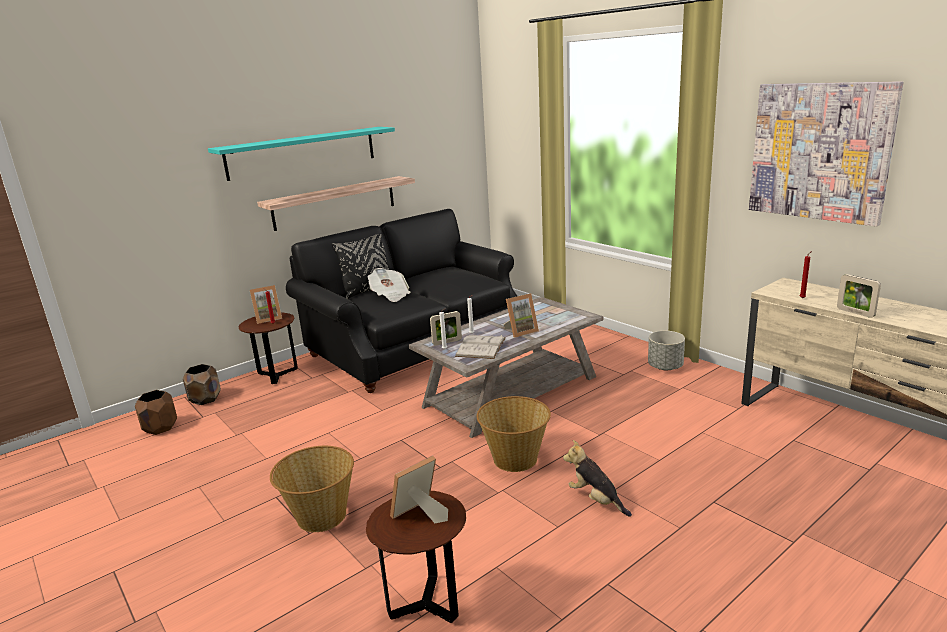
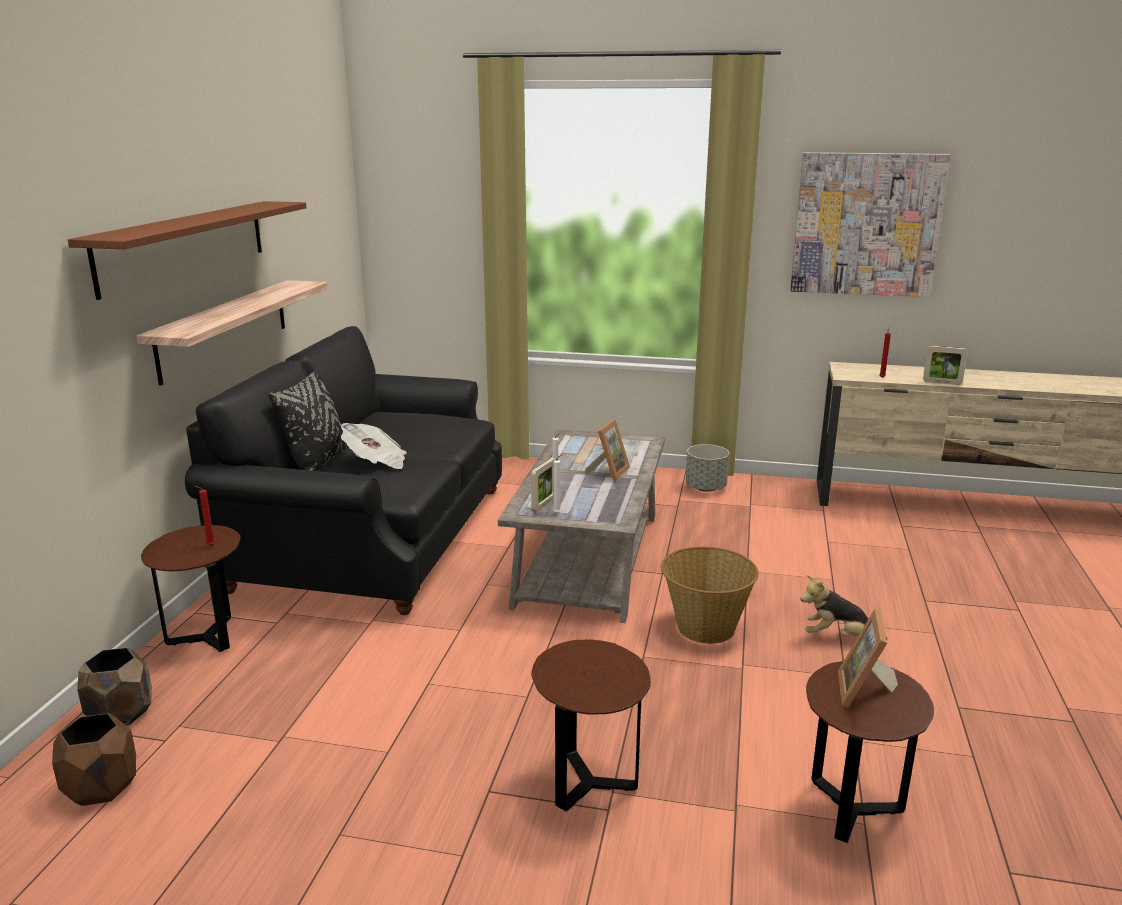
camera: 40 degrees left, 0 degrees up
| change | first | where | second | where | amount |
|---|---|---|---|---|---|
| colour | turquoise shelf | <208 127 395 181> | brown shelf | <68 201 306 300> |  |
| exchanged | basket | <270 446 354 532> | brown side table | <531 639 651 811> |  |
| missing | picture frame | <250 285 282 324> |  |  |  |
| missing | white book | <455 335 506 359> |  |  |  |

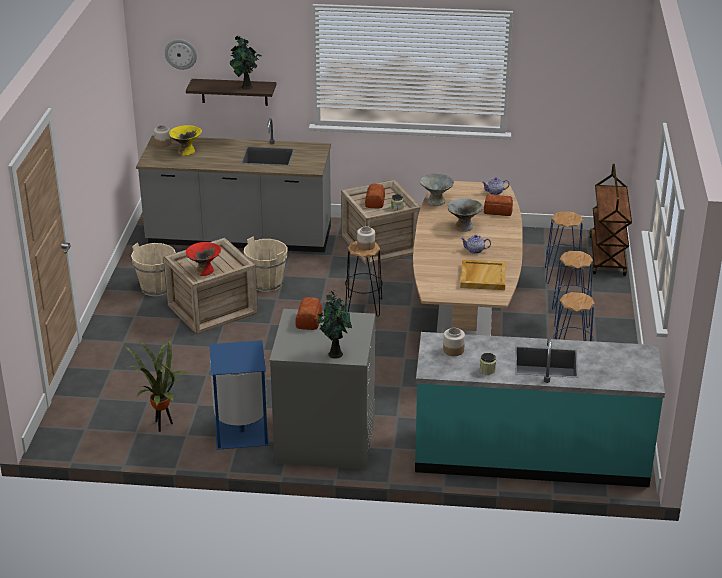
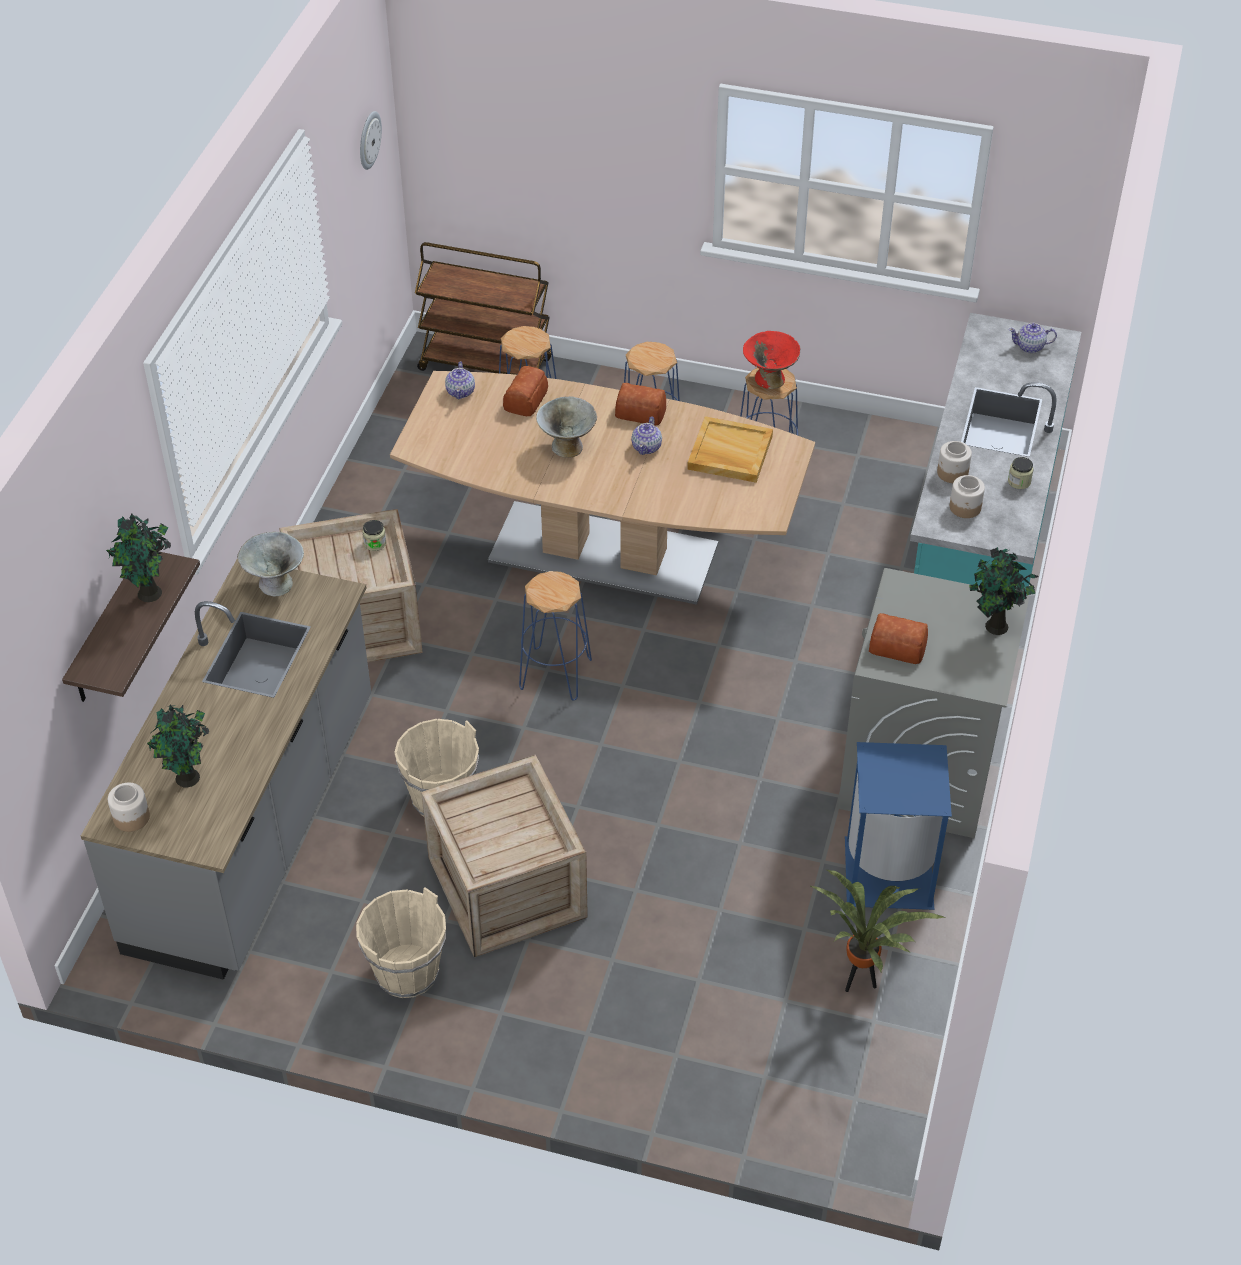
camera: 80 degrees left, 15 degrees up
| change | first | where | second | where | amount |
|---|---|---|---|---|---|
| exchanged | yellow bowl | <169 125 202 156> | potted plant | <147 704 209 788> |  |
| relocated | grey bowl | <420 174 454 206> |  | <237 532 304 597> |  |
| relocated | wall clock | <165 39 197 70> |  | <360 111 382 170> |  |
| colour | black stool | <345 241 383 317> | blue stool | <519 571 592 701> |  |
| relocated | bread | <365 184 385 208> |  | <615 383 666 426> |  |
| relocated | red bowl | <186 242 221 276> |  | <743 331 800 389> |  |
| relocated | jar | <357 226 375 250> |  | <937 441 972 483> |  |
| appeared |  |  | teapot | <1008 323 1057 353> |  |

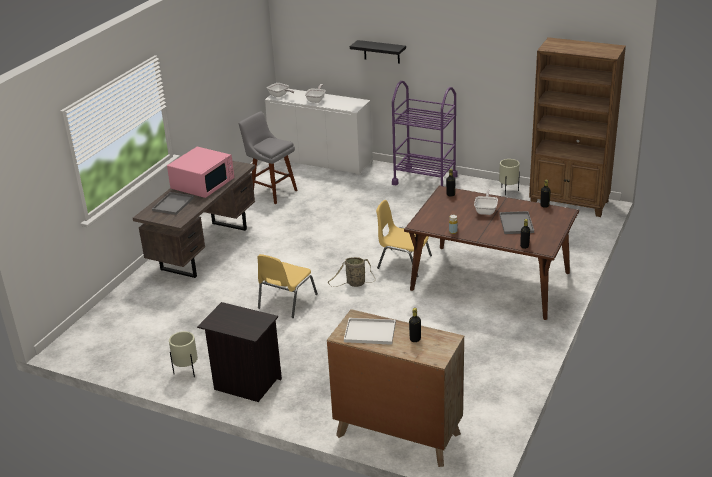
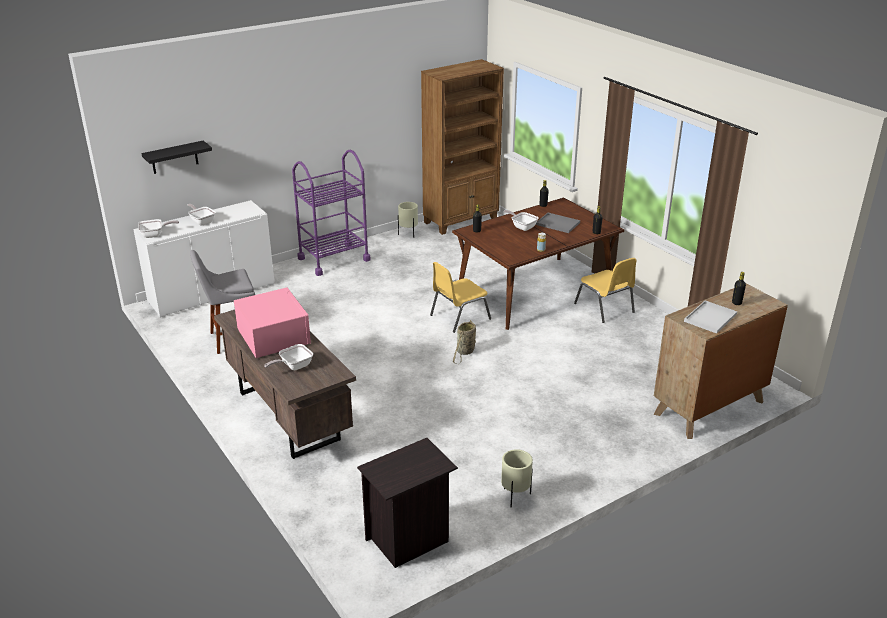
camera: 60 degrees left, 0 degrees up
| change | first | where | second | where | amount |
|---|---|---|---|---|---|
| relocated | black shelf | <350 40 406 64> |  | <142 141 212 174> |  |
| exchanged | grey tray | <152 192 194 215> | frying pan | <264 344 313 370> |  |
| relocated | black nightstand | <197 302 282 402> |  | <357 438 458 568> |  |
| relocated | yellow chair | <257 254 318 318> |  | <574 258 637 323> |  |

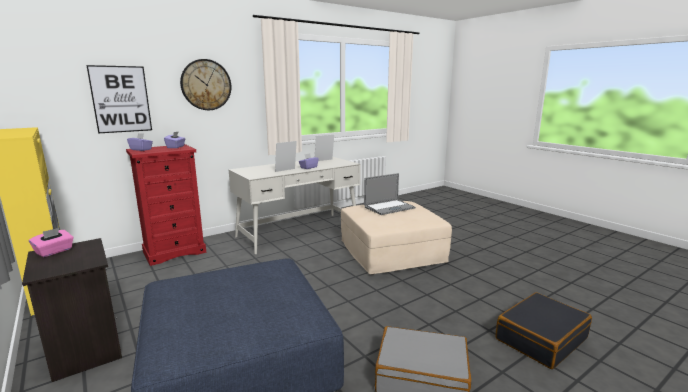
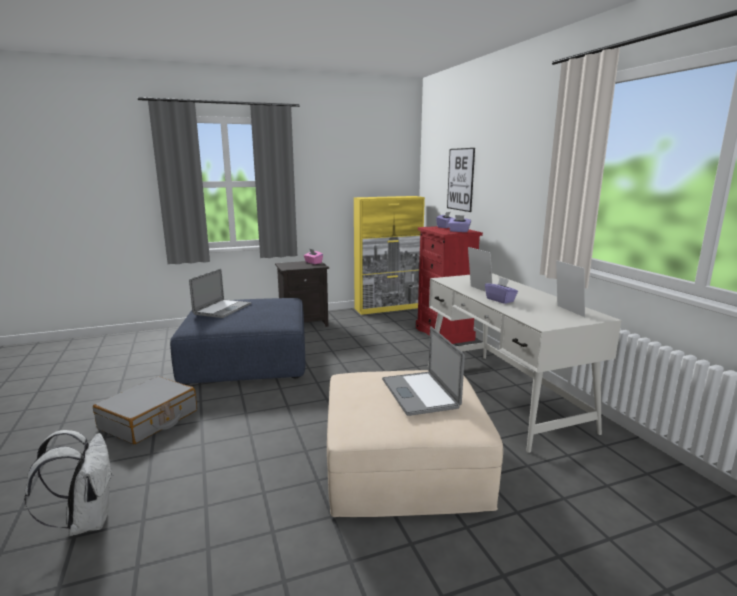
camera: 105 degrees right, 0 degrees up
| change | first | where | second | where | amount |
|---|---|---|---|---|---|
| exchanged | black suitcase | <496 292 592 369> | white backpack | <24 430 112 536> |  |
| appeared |  |  | laptop | <189 269 251 318> |  |
| missing | wall clock | <180 59 232 110> |  |  |  |

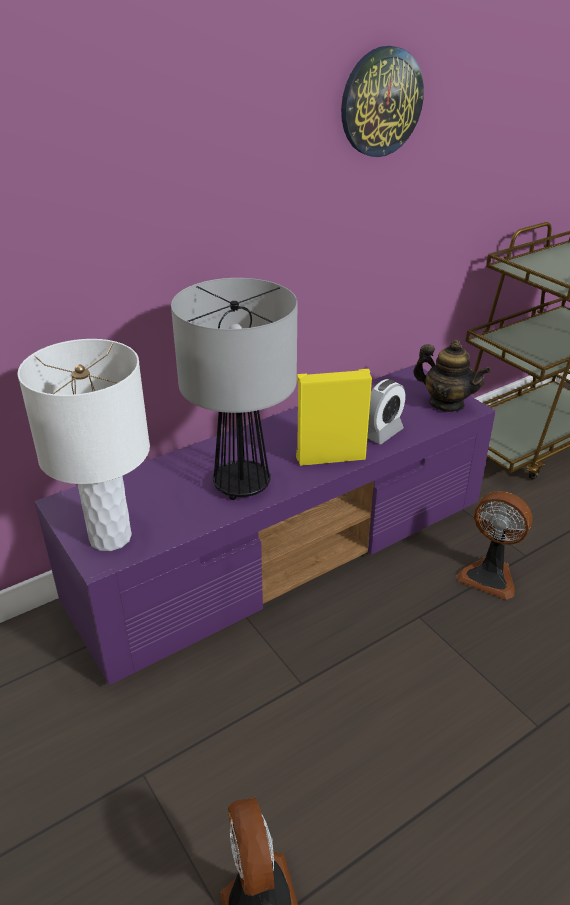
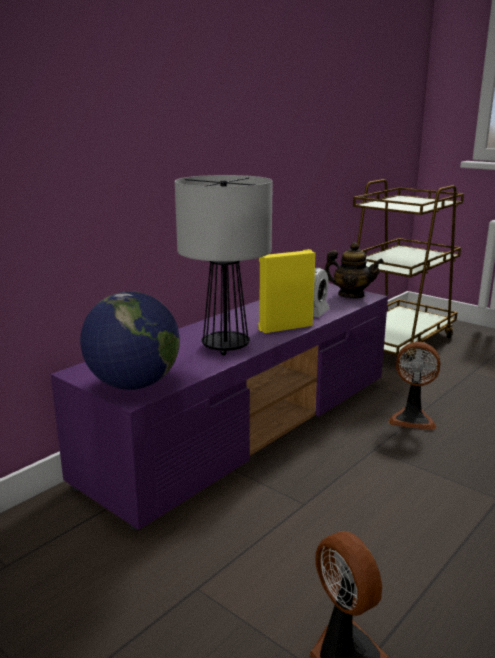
camera: 15 degrees left, 15 degrees down
| change | first | where | second | where | amount |
|---|---|---|---|---|---|
| exchanged | white table lamp | <17 339 150 551> | globe | <80 291 180 390> |  |
| missing | wall clock | <341 46 424 157> |  |  |  |

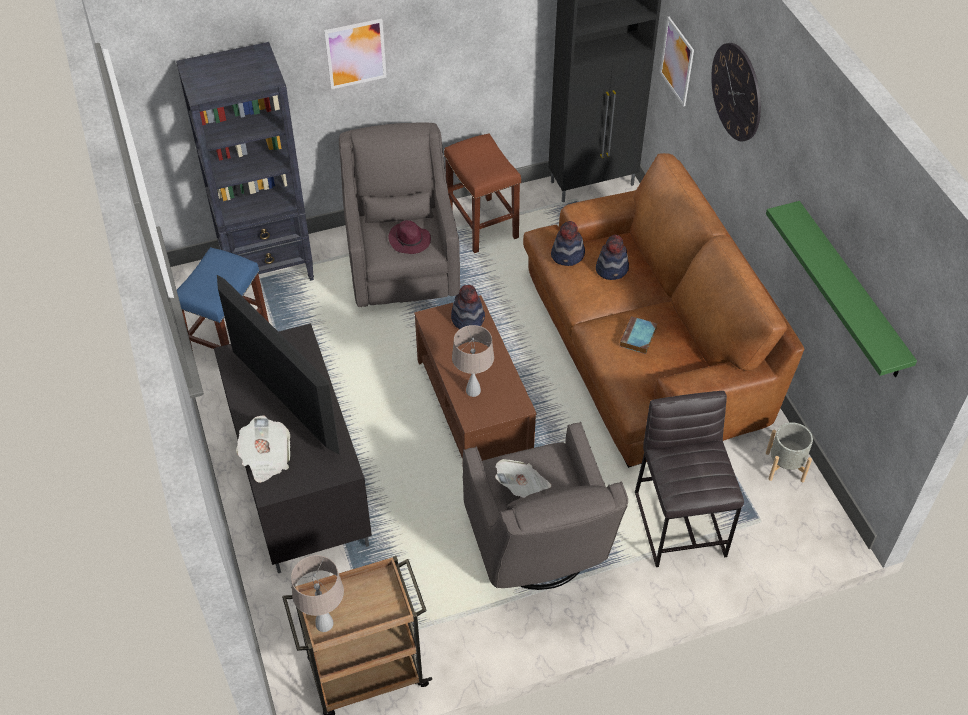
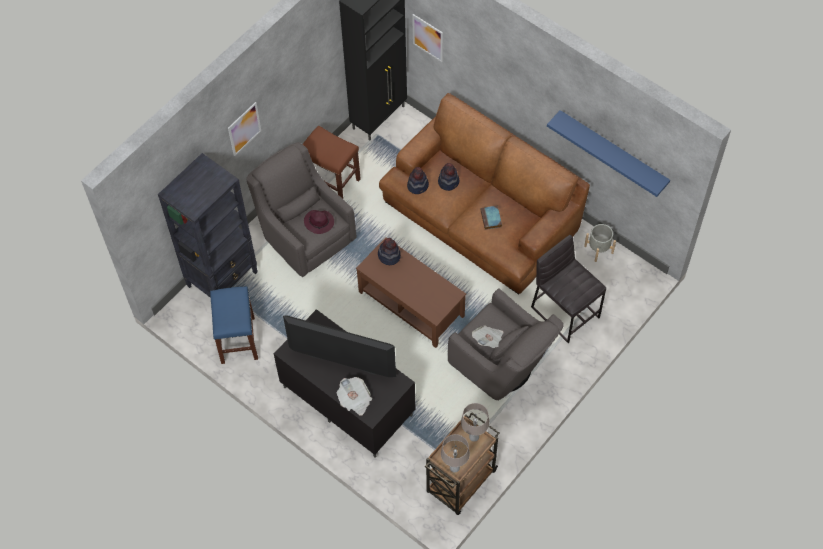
camera: 30 degrees left, 10 degrees up
| change | first | where | second | where | amount |
|---|---|---|---|---|---|
| relocated | beige table lamp | <452 325 494 397> |  | <461 403 489 442> |  |
| colour | green shelf | <766 201 917 377> | blue shelf | <547 110 670 197> |  |
| missing | wall clock | <711 43 761 141> |  |  |  |

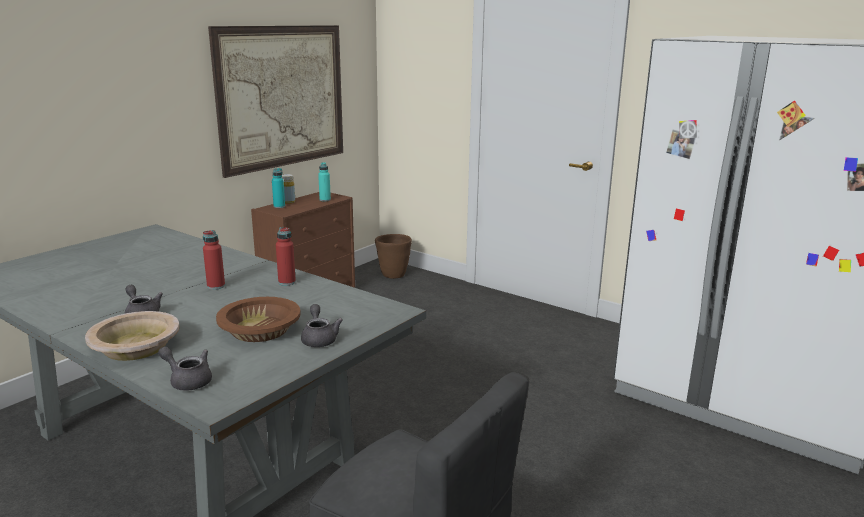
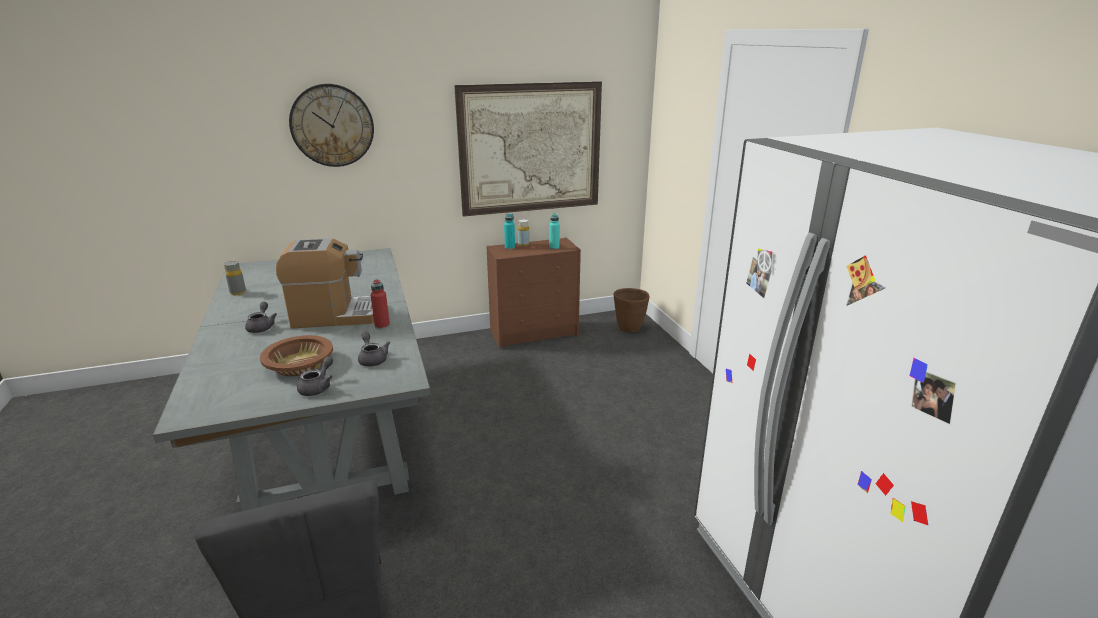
camera: 35 degrees right, 5 degrees up
| change | first | where | second | where | amount |
|---|---|---|---|---|---|
| appeared |  |  | grey bottle | <224 261 246 295> |  |
| exchanged | red bottle | <203 230 225 290> | coffee machine | <276 238 374 328> |  |
| appeared |  |  | wall clock | <289 84 374 167> |  |
| relocated | grey teapot | <158 346 212 390> |  | <358 332 390 367> |  |
| missing | beige bowl | <85 311 180 361> |  |  |  |

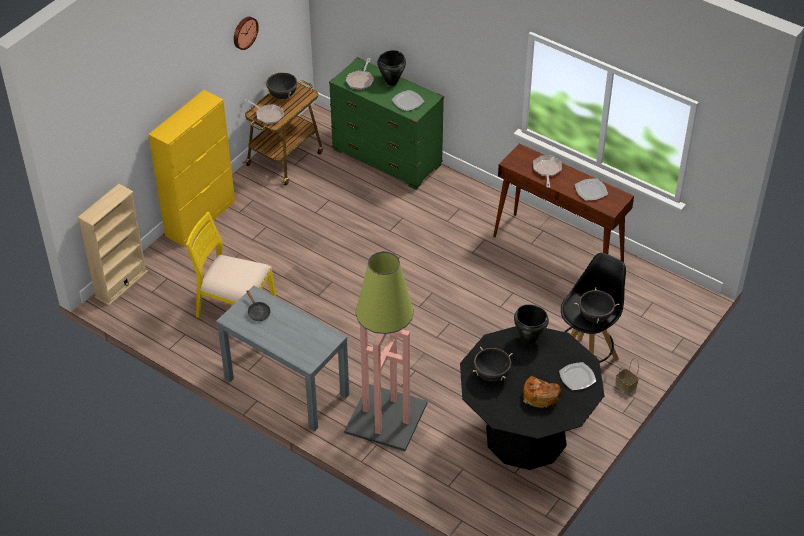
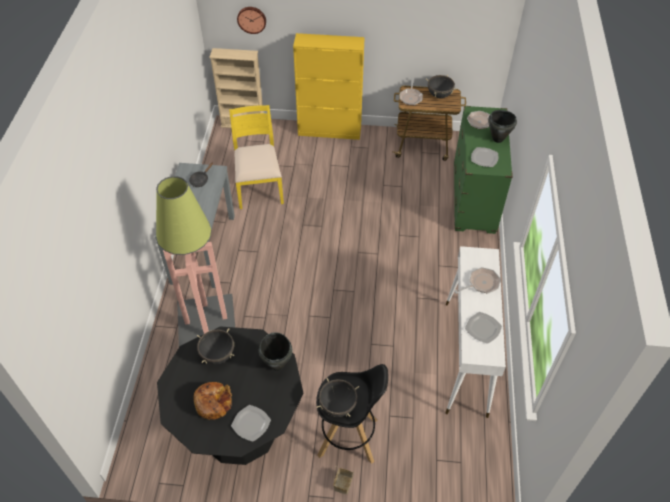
camera: 60 degrees right, 5 degrees up
| change | first | where | second | where | amount |
|---|---|---|---|---|---|
| relocated | wall clock | <234 17 259 50> |  | <237 7 266 34> |  |
| colour | brown console table | <493 143 634 262> | white console table | <445 246 506 418> |  |

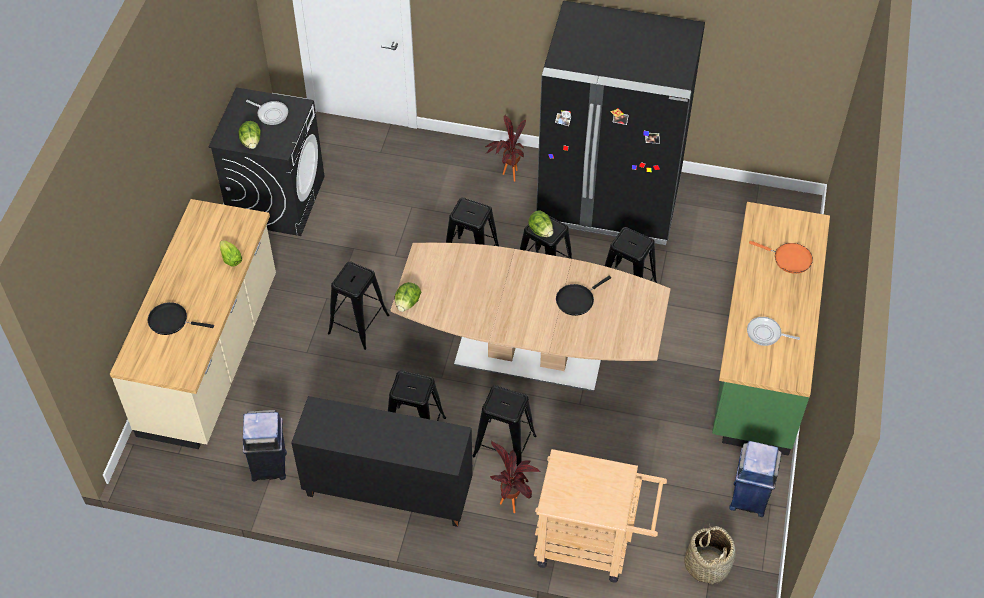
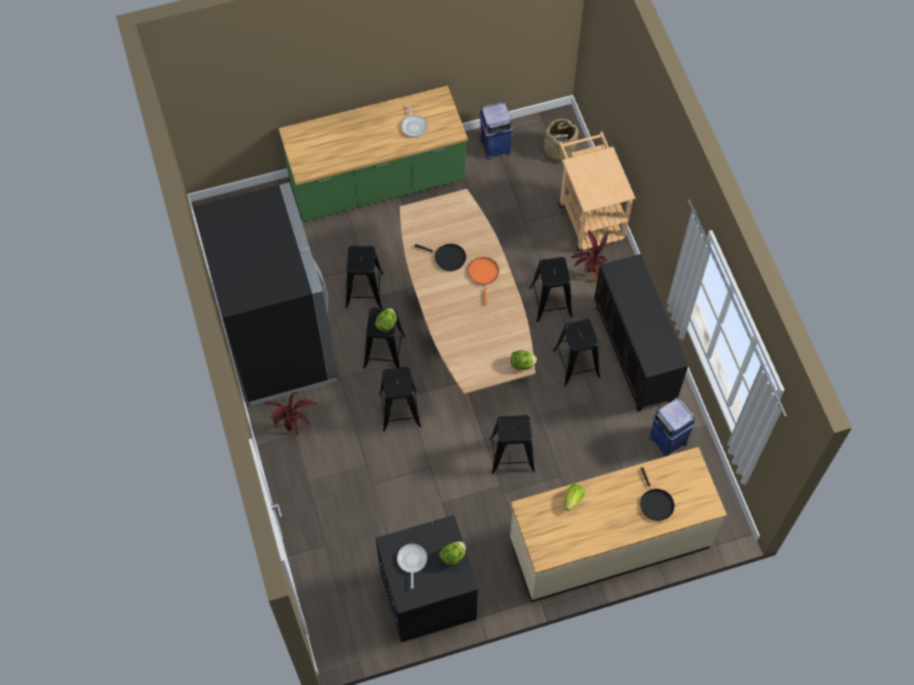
camera: 120 degrees left, 10 degrees up
| change | first | where | second | where | amount |
|---|---|---|---|---|---|
| relocated | orange frying pan | <749 241 813 274> |  | <468 257 499 305> |  |

